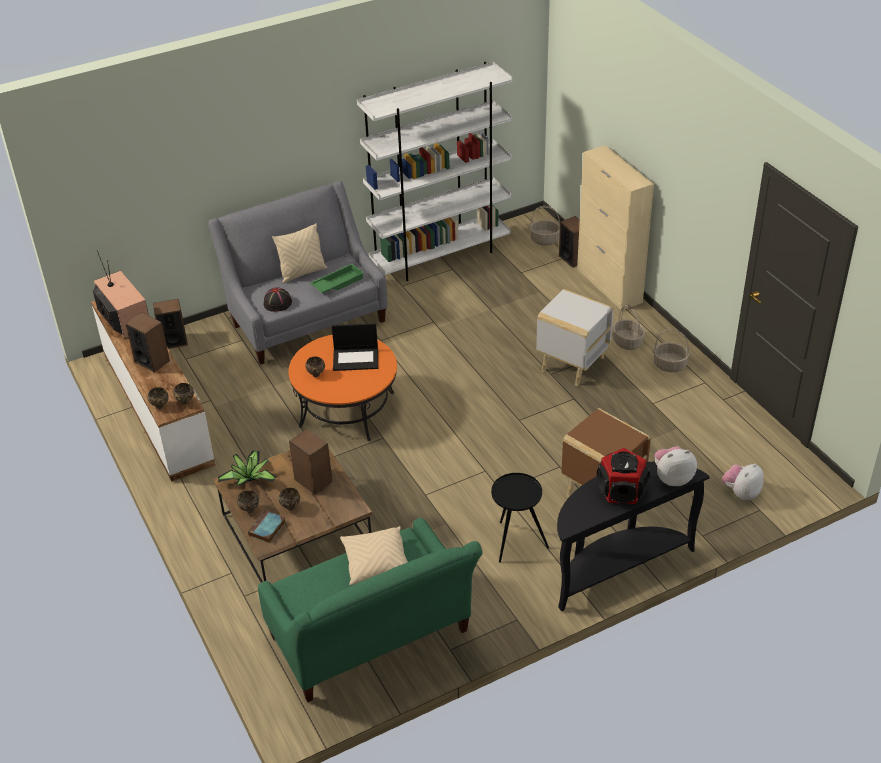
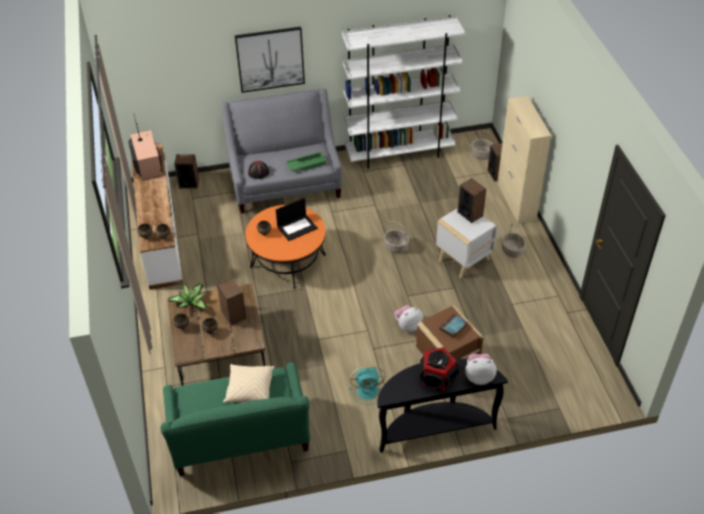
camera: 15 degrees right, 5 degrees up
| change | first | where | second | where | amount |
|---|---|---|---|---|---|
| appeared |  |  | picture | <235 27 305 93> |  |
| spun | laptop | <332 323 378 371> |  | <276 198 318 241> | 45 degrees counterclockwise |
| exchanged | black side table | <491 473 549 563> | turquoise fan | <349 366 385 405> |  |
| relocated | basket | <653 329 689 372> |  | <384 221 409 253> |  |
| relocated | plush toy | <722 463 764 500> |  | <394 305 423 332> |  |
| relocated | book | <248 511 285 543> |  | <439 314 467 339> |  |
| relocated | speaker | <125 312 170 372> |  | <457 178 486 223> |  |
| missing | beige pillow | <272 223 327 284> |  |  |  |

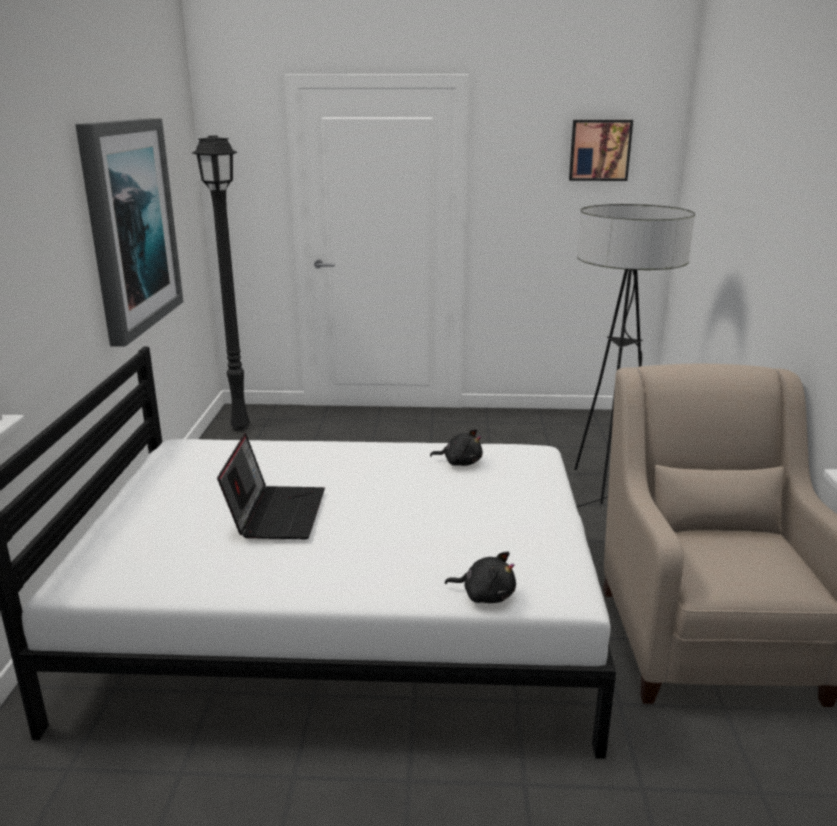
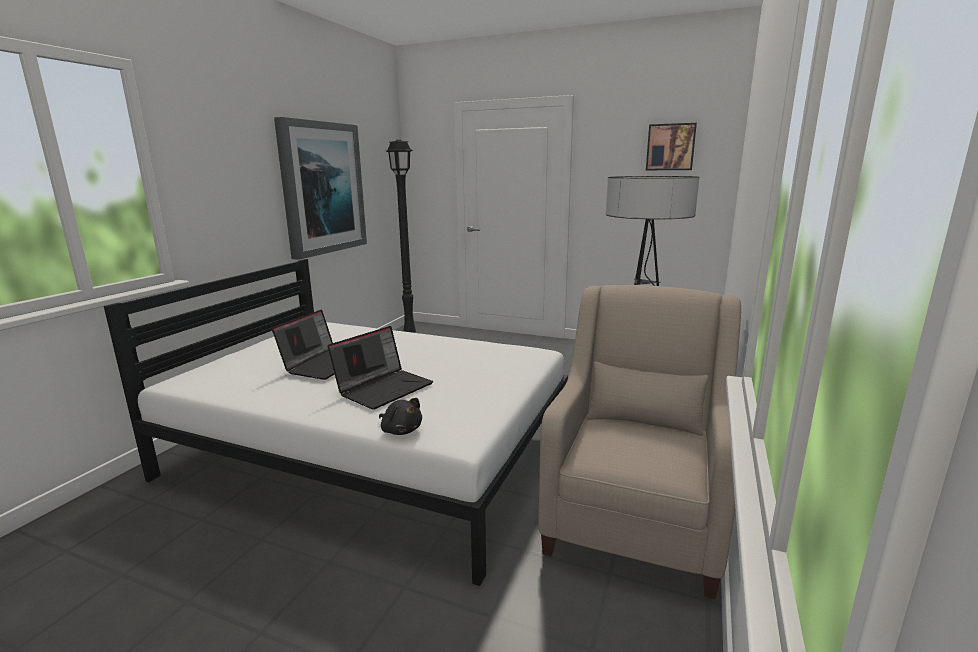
camera: 20 degrees right, 5 degrees down
| change | first | where | second | where | amount |
|---|---|---|---|---|---|
| appeared |  |  | laptop | <327 326 433 410> |  |
| missing | black plush toy | <430 429 483 466> |  |  |  |

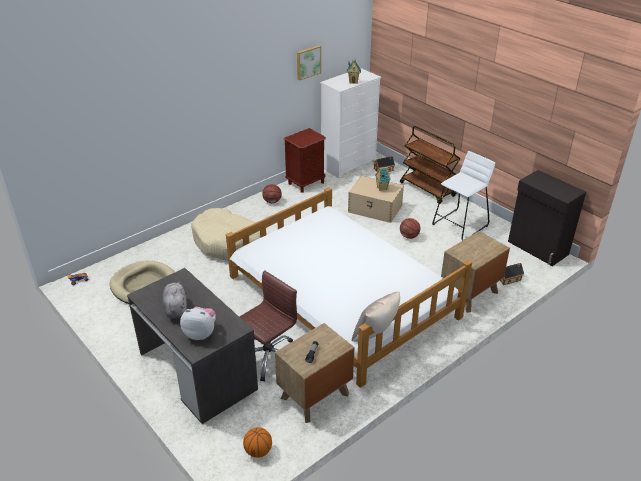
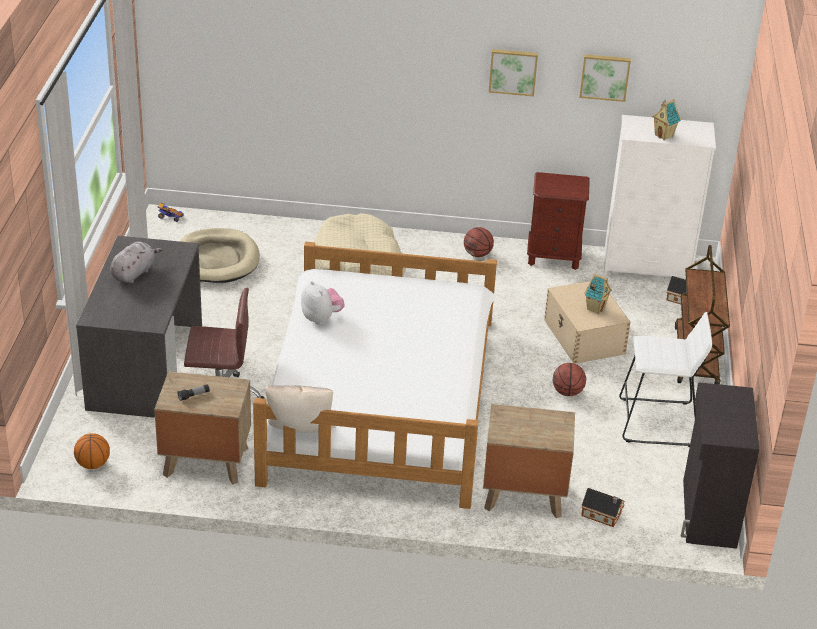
camera: 45 degrees right, 0 degrees up
| change | first | where | second | where | amount |
|---|---|---|---|---|---|
| relocated | plush toy | <180 307 216 340> |  | <301 281 344 325> |  |
| appeared |  |  | picture | <489 49 538 97> |  |

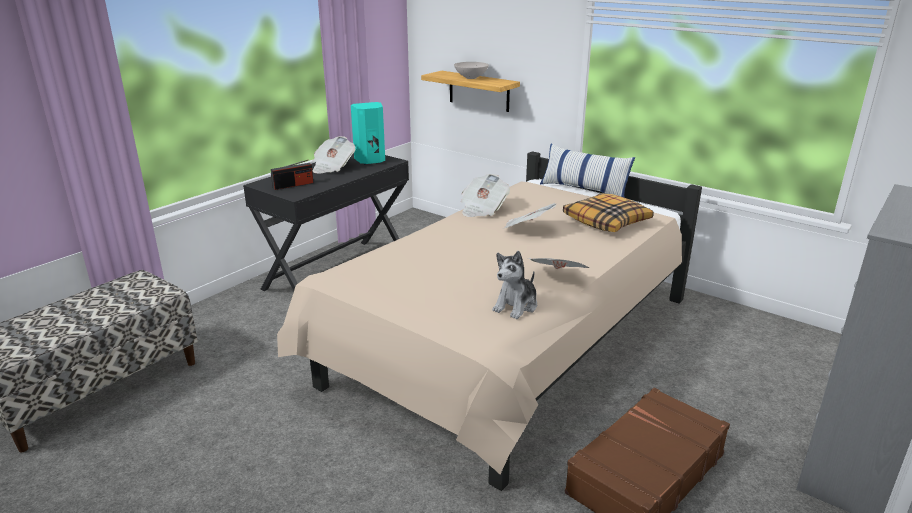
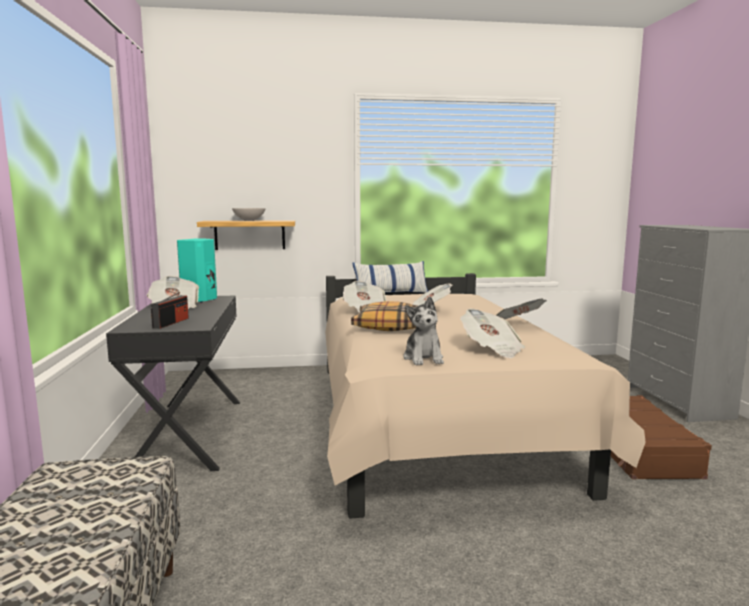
camera: 45 degrees left, 15 degrees down
| change | first | where | second | where | amount |
|---|---|---|---|---|---|
| relocated | pillow | <563 193 654 232> |  | <351 301 417 331> |  |
| relocated | plush toy | <492 251 537 319> |  | <403 296 444 365> |  |
| appeared |  |  | newspaper | <460 308 525 359> |  |

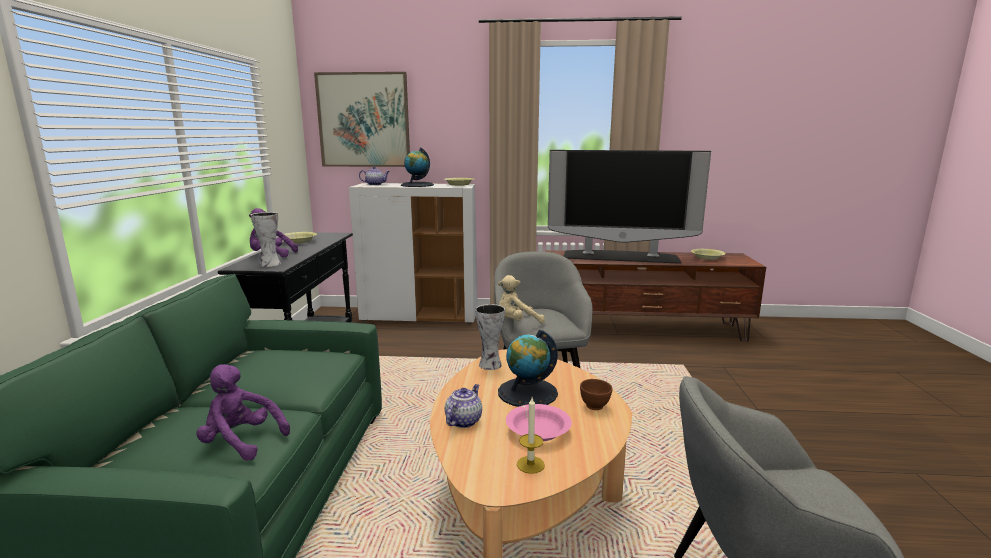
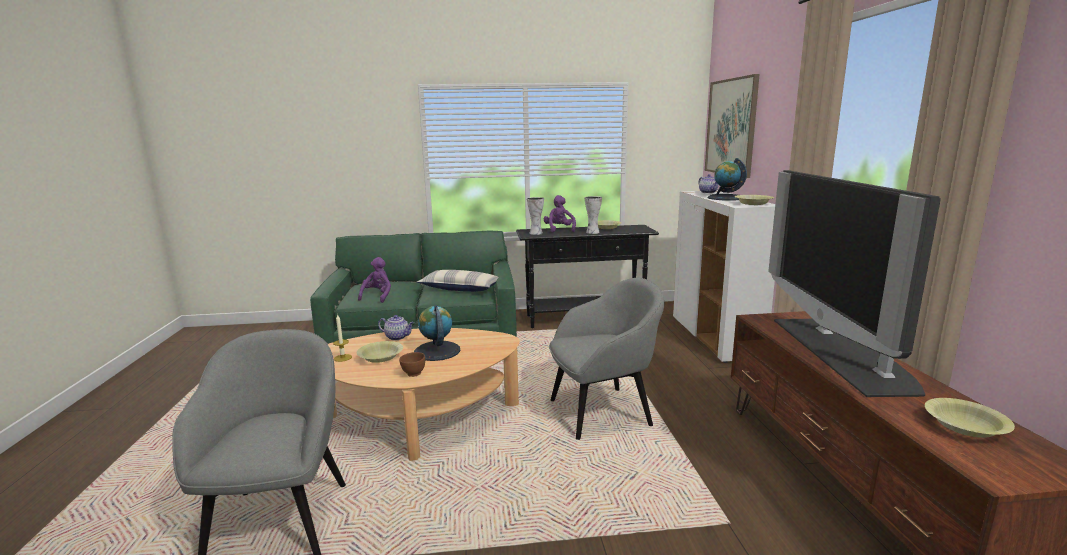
camera: 80 degrees right, 0 degrees up
| change | first | where | second | where | amount |
|---|---|---|---|---|---|
| colour | pink bowl | <506 404 572 441> | yellow bowl | <357 341 403 363> |  |
| appeared |  |  | pillow | <417 270 498 292> |  |
| relocated | vase | <475 304 505 370> |  | <585 196 602 234> |  |
| missing | beige plush toy | <498 275 545 324> |  |  |  |

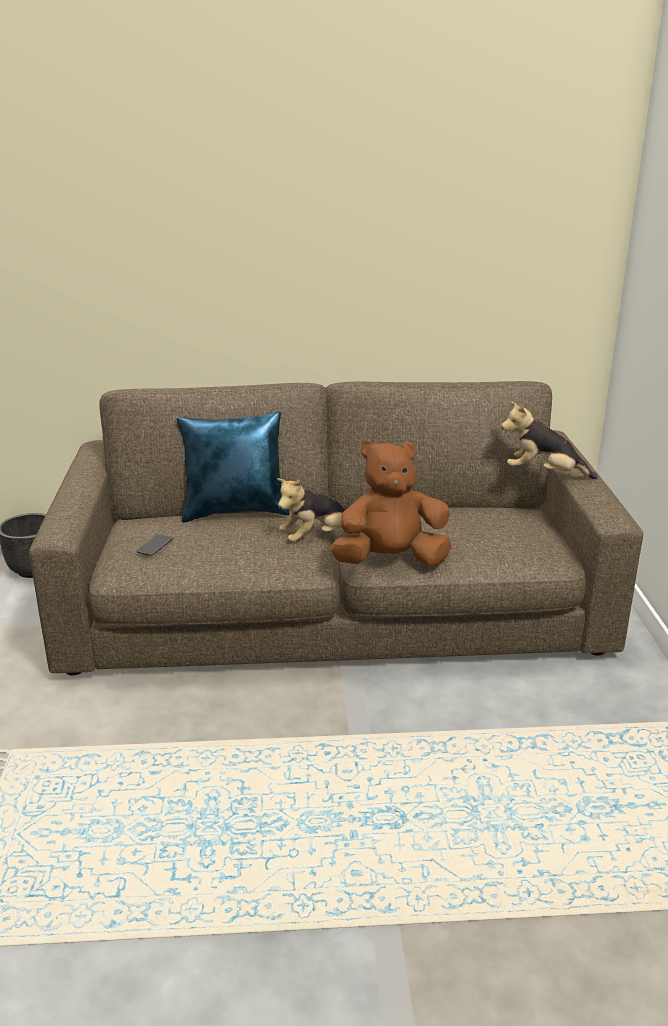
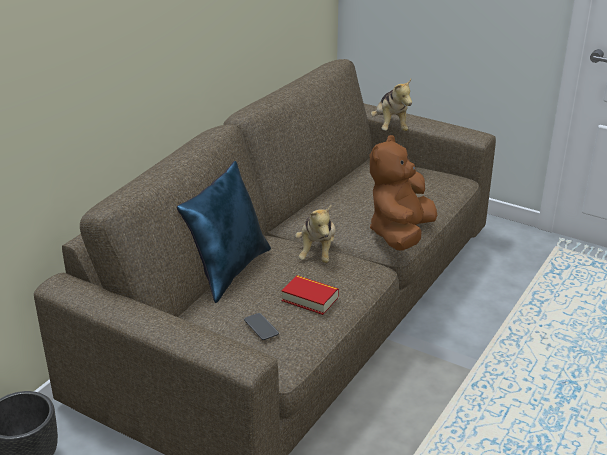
camera: 55 degrees left, 5 degrees up
| change | first | where | second | where | amount |
|---|---|---|---|---|---|
| appeared |  |  | book | <281 275 339 315> |  |
| spun | plush toy | <501 401 598 479> |  | <371 79 412 131> | 60 degrees counterclockwise |

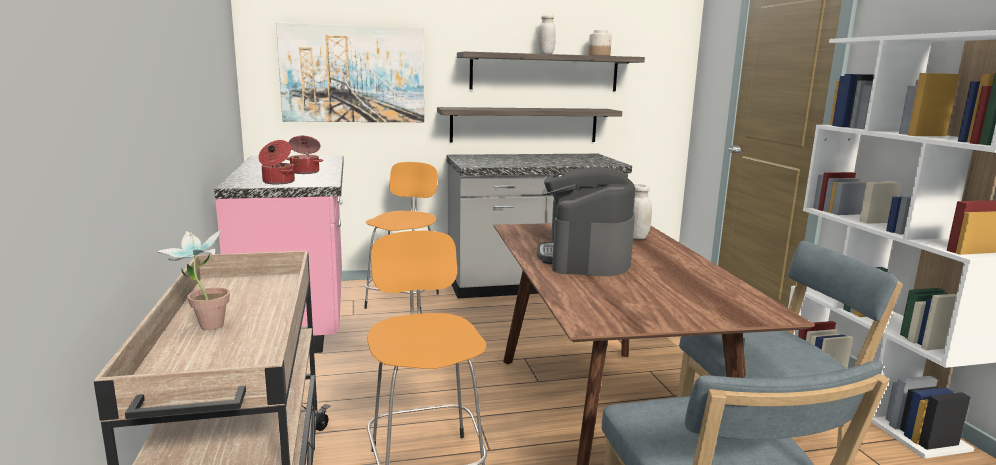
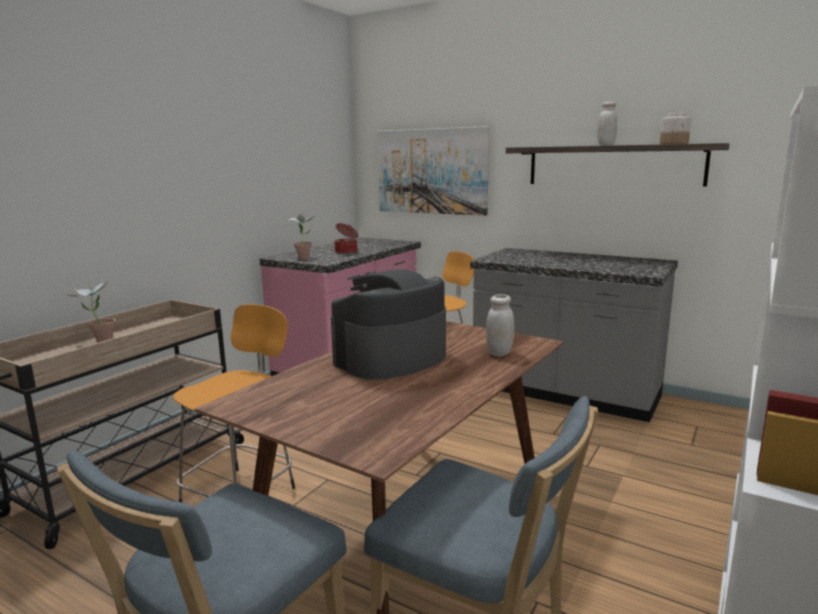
camera: 45 degrees right, 0 degrees up
| change | first | where | second | where | amount |
|---|---|---|---|---|---|
| exchanged | cooking pot | <258 140 295 184> | potted plant | <287 212 315 260> |  |
| missing | shelf | <437 107 622 142> |  |  |  |

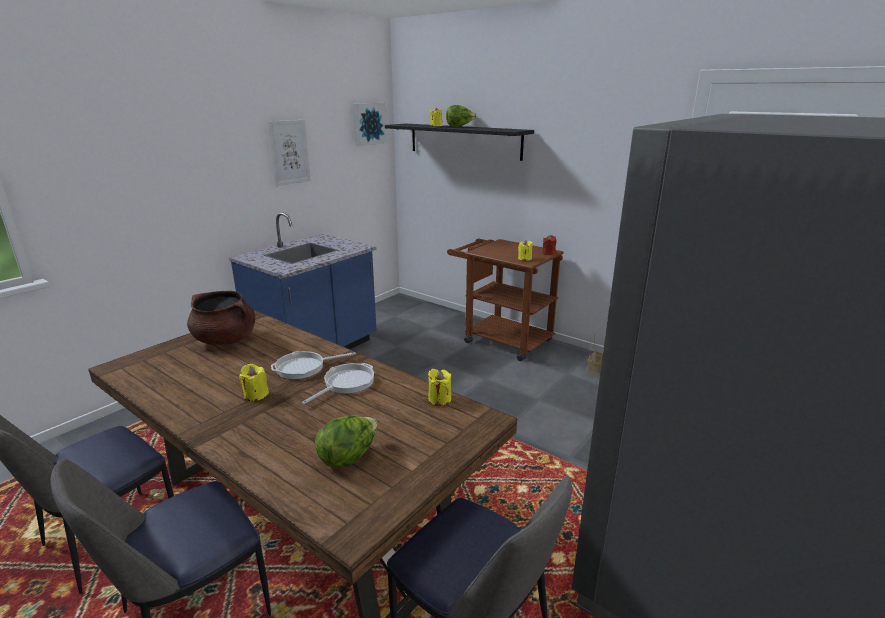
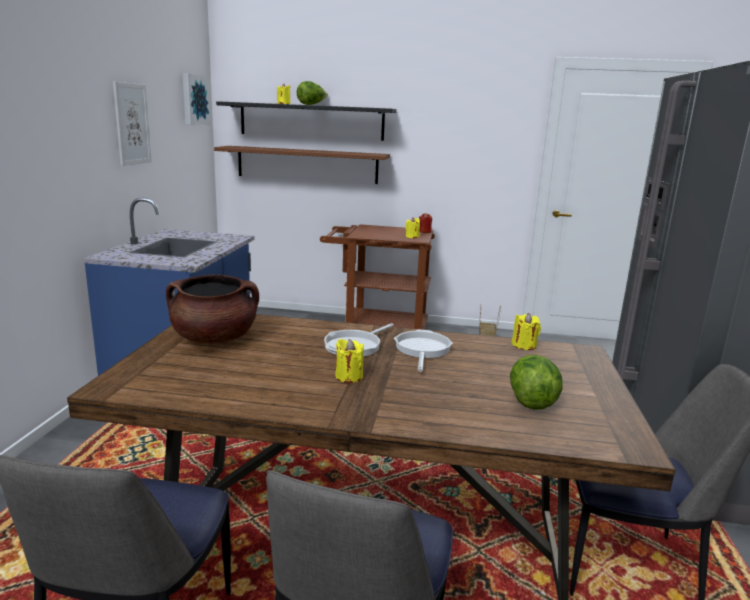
camera: 30 degrees left, 5 degrees down
| change | first | where | second | where | amount |
|---|---|---|---|---|---|
| appeared |  |  | brown shelf | <214 146 390 184> |  |

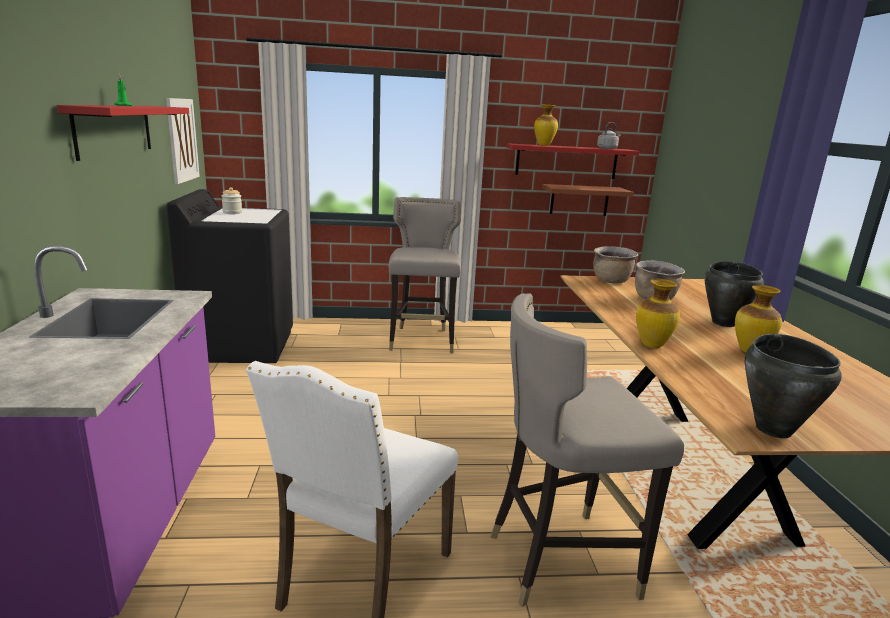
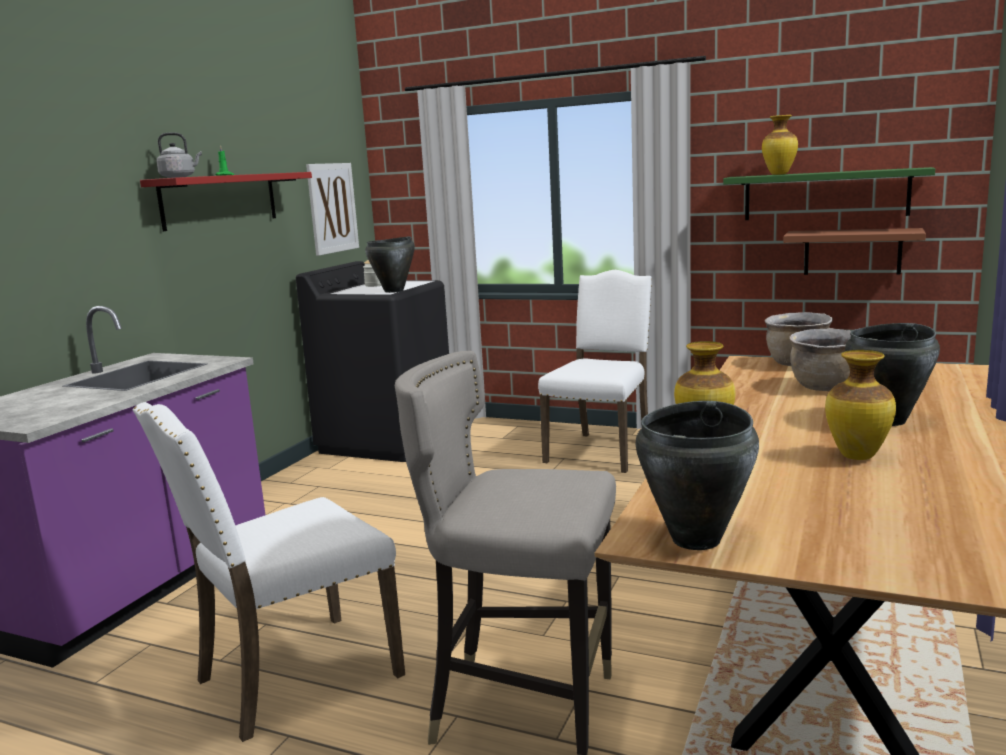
camera: 30 degrees right, 5 degrees down
| change | first | where | second | where | amount |
|---|---|---|---|---|---|
| relocated | grey kettle | <597 122 621 149> |  | <156 133 202 178> |  |
| appeared |  |  | black cooking pot | <365 236 415 293> |  |
| exchanged | grey stool | <389 197 461 353> | white chair | <538 270 652 473> |  |
| colour | red shelf | <507 143 640 179> | green shelf | <723 167 935 220> |  |

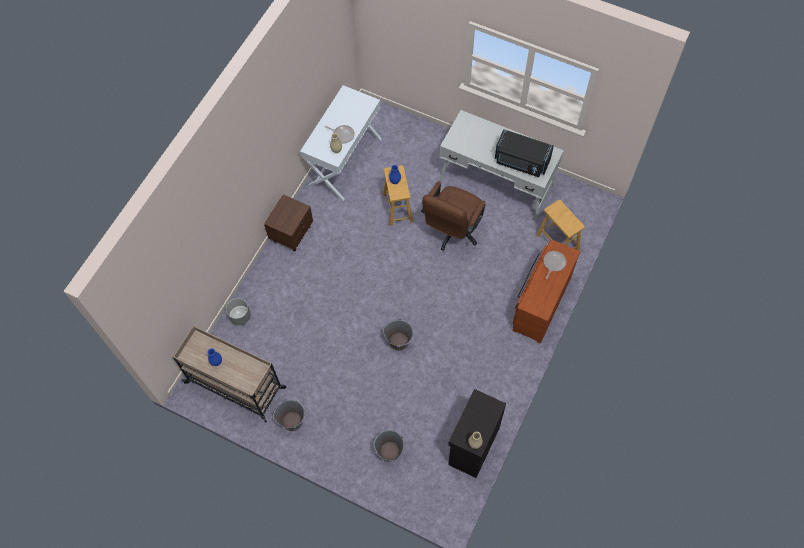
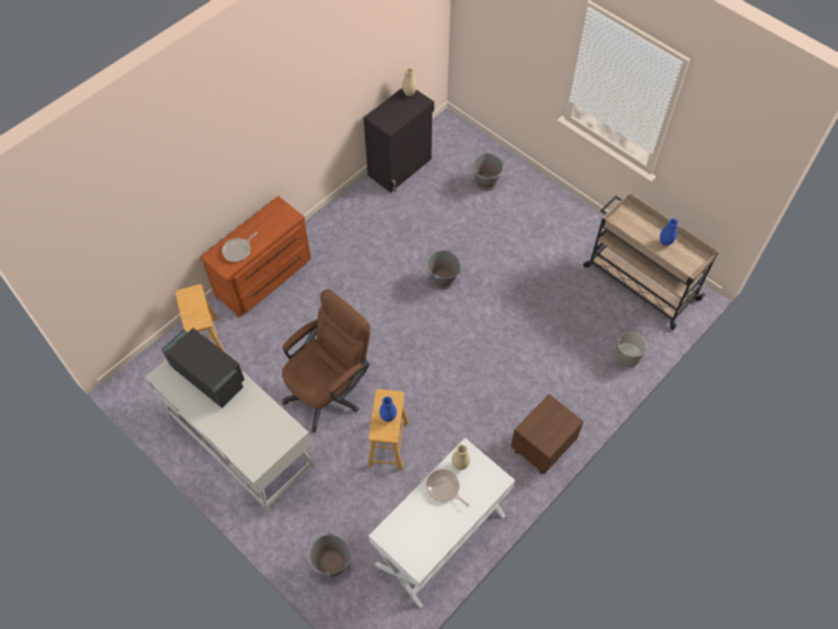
camera: 165 degrees left, 5 degrees down
| change | first | where | second | where | amount |
|---|---|---|---|---|---|
| relocated | grey bucket | <273 399 305 431> |  | <308 532 353 577> |  |

